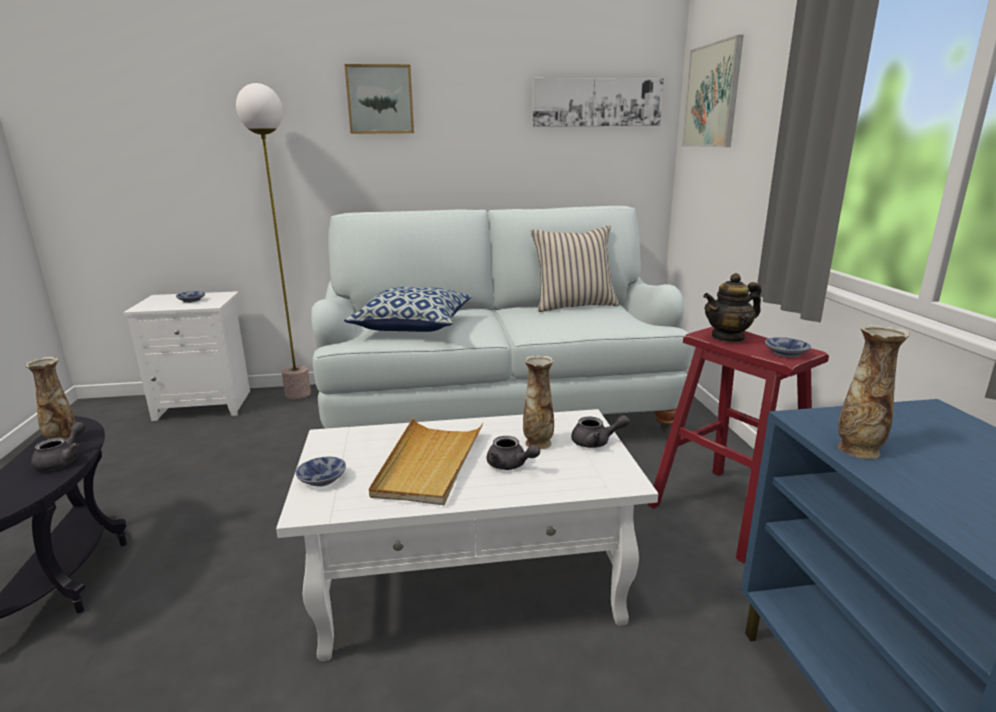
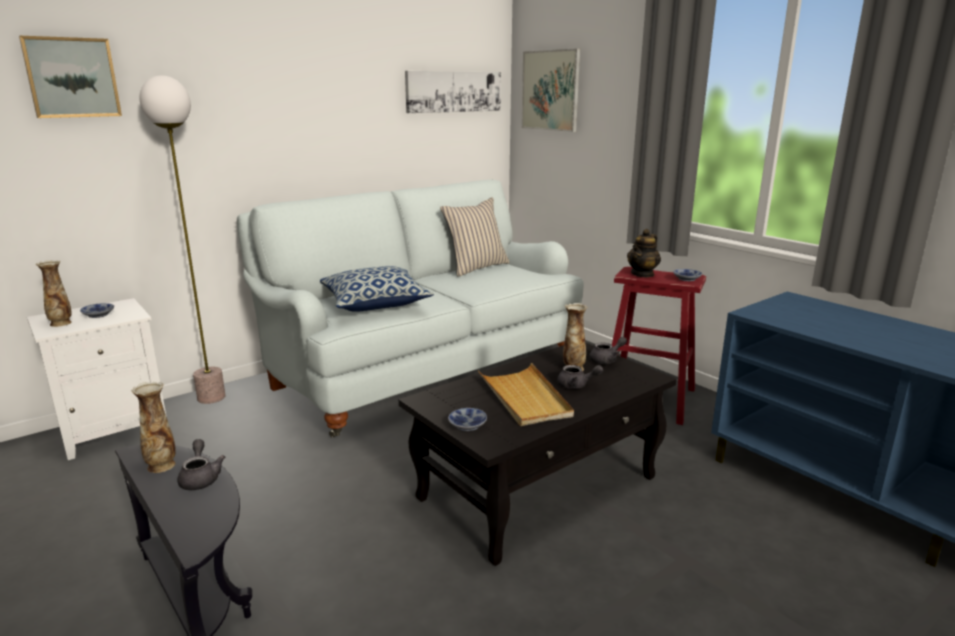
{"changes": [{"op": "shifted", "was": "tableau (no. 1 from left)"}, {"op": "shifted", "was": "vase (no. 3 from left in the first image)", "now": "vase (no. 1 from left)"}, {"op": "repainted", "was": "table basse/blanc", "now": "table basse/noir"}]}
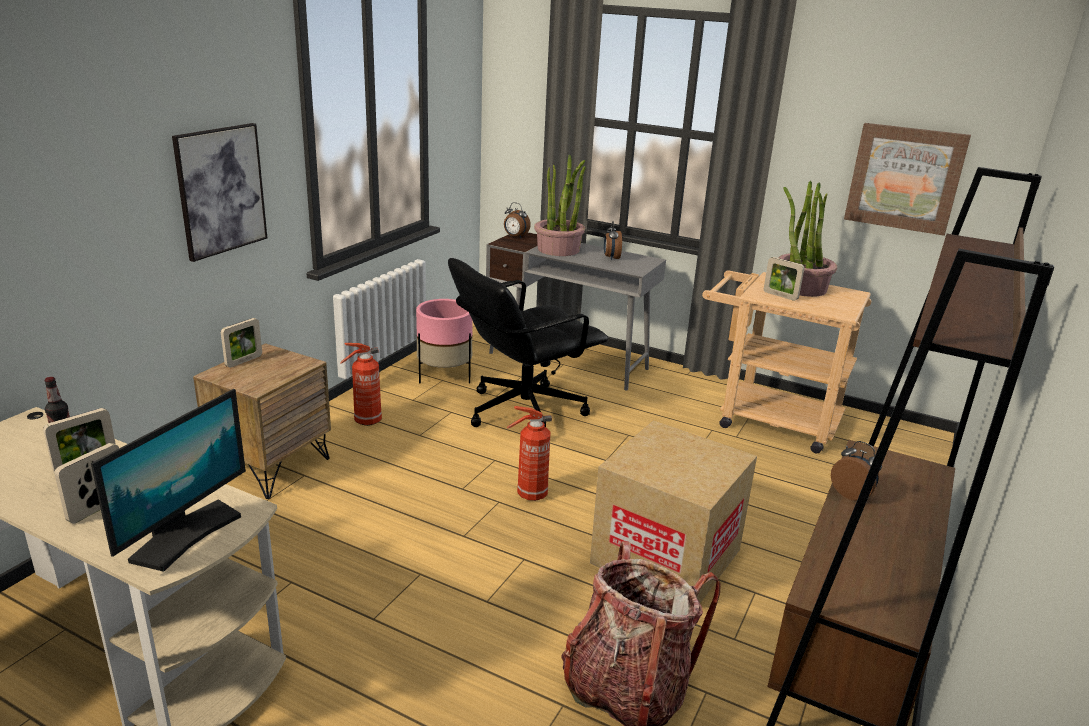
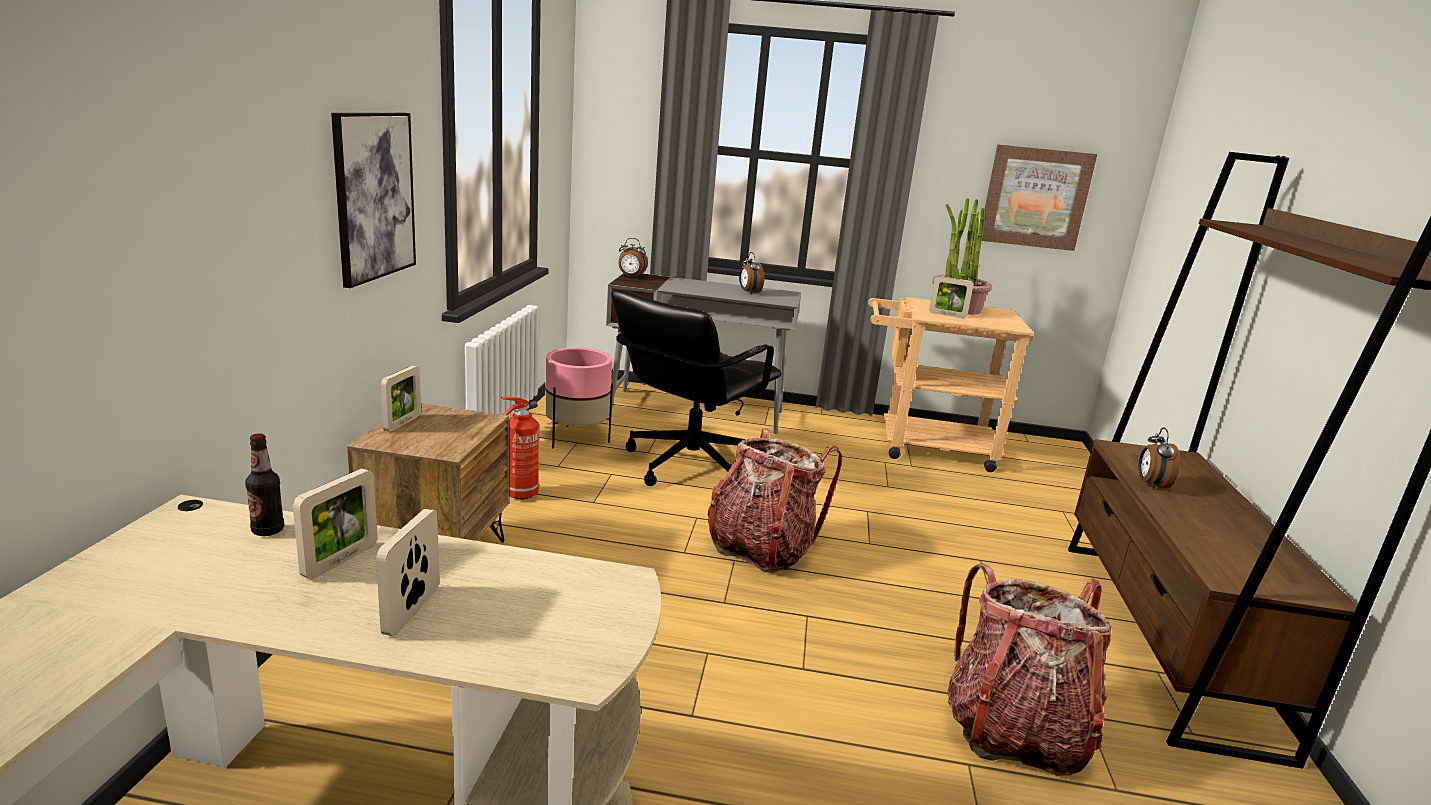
{"changes": [{"op": "swapped", "was": "extincteur (no. 2 from left)", "now": "sac à dos (no. 1 from left)"}, {"op": "rotated", "was": "réveil (no. 3 from left)", "clockwise": -105}, {"op": "gone", "was": "écran d'ordinateur"}, {"op": "gone", "was": "plante en pot (no. 1 from left)"}, {"op": "gone", "was": "carton"}]}
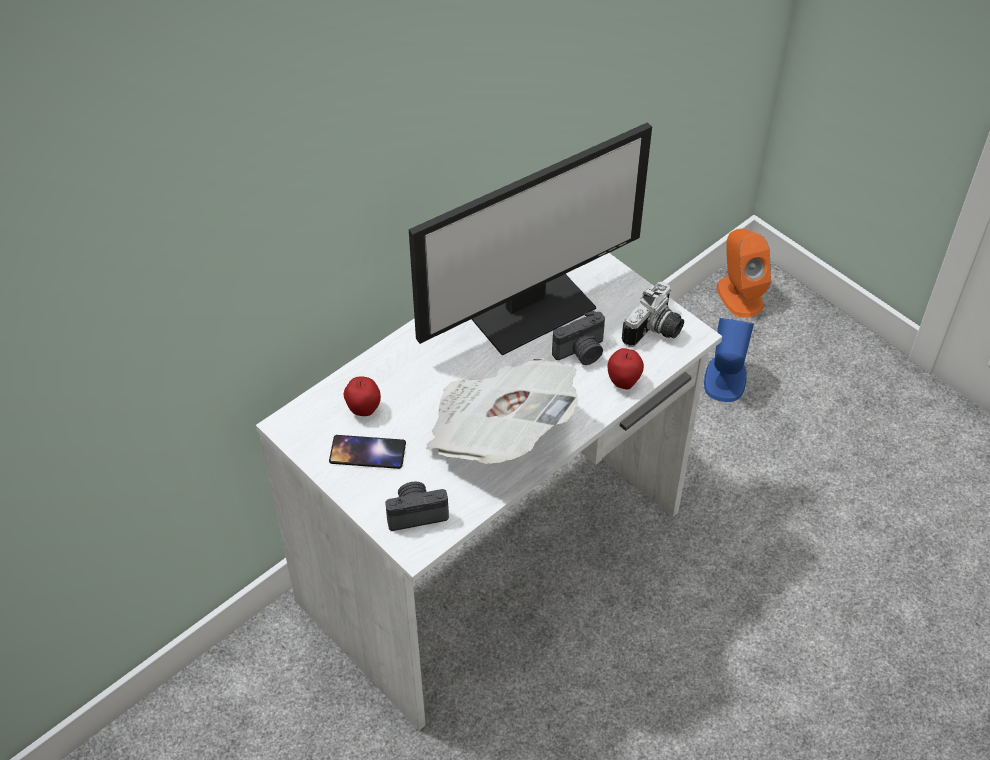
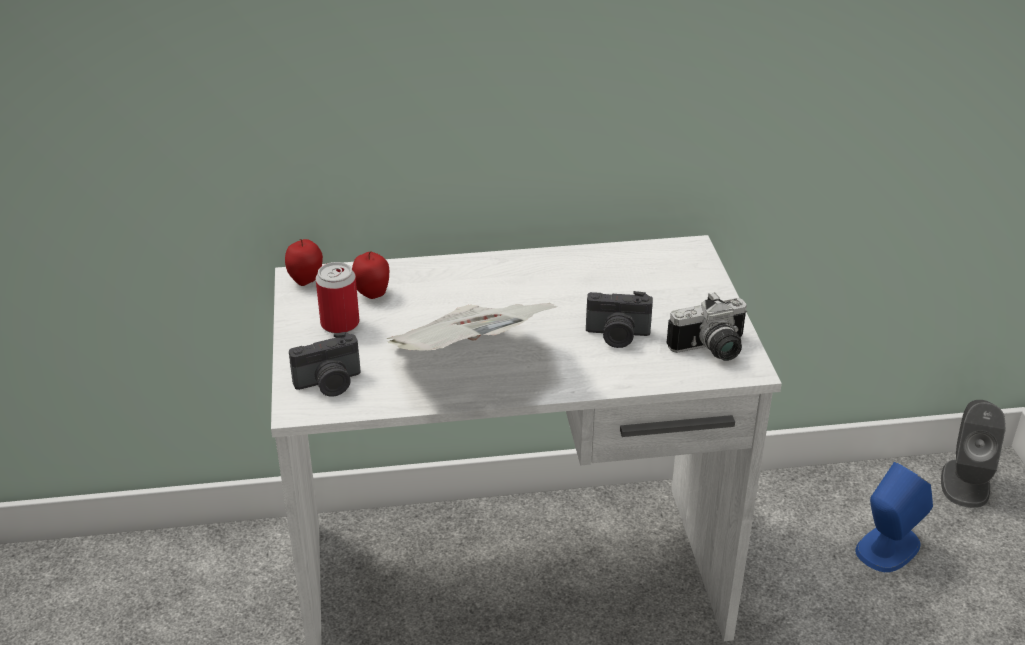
{"changes": [{"op": "shifted", "was": "pomme (no. 2 from left in the first image)", "now": "pomme (no. 1 from left)"}, {"op": "rotated", "was": "appareil photo (no. 1 from left)", "clockwise": 135}, {"op": "swapped", "was": "téléphone", "now": "boîte métallique"}, {"op": "repainted", "was": "enceinte/orange", "now": "enceinte/gris"}, {"op": "gone", "was": "écran d'ordinateur"}]}
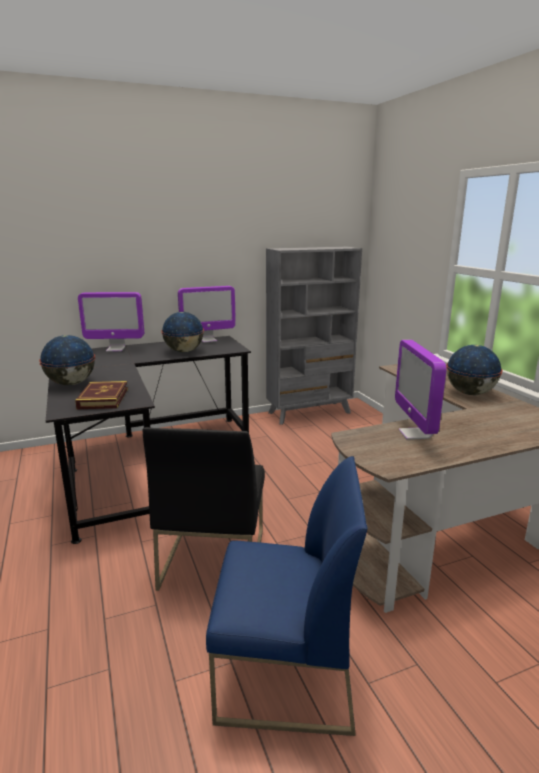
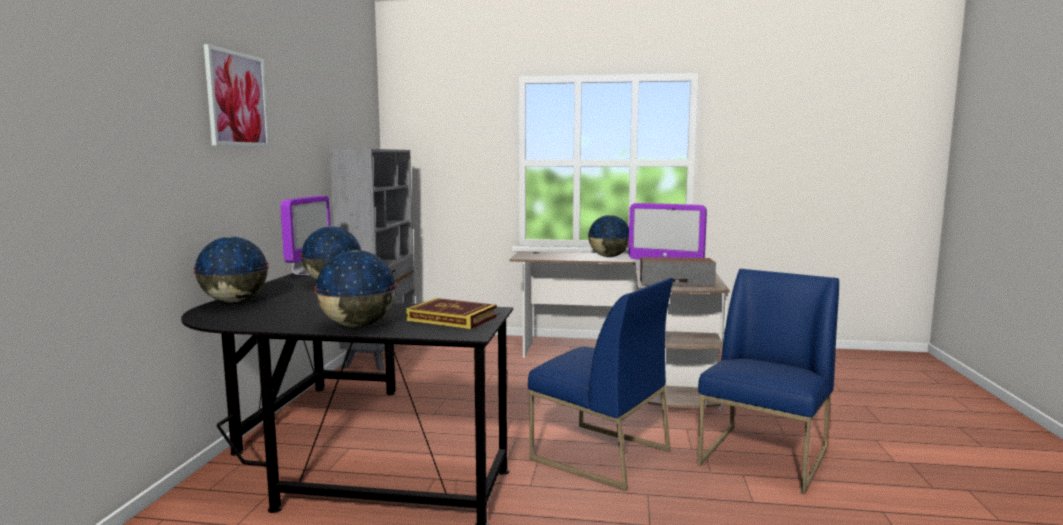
{"changes": [{"op": "swapped", "was": "écran d'ordinateur (no. 1 from left)", "now": "globe (no. 1 from left)"}, {"op": "new", "now": "tableau"}, {"op": "repainted", "was": "chaise/noir", "now": "chaise/bleu (no. 1 from left)"}, {"op": "new", "now": "enceinte"}]}
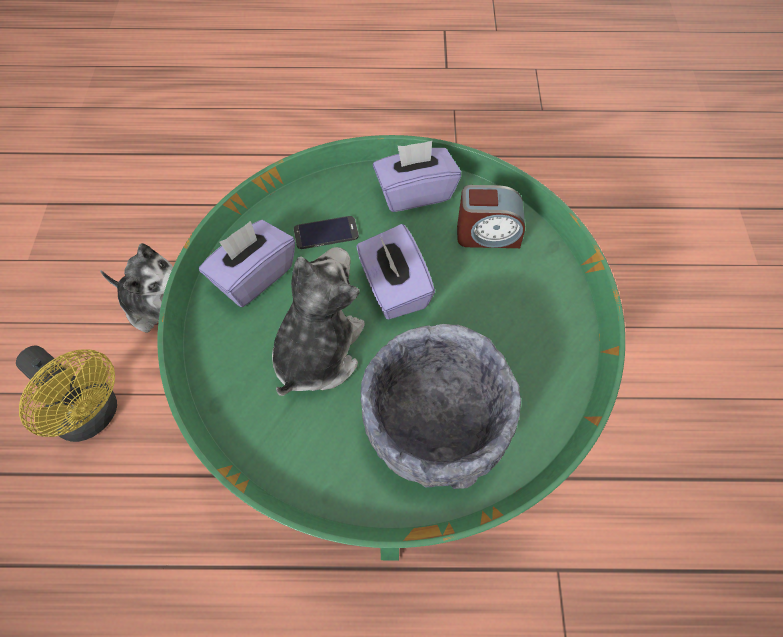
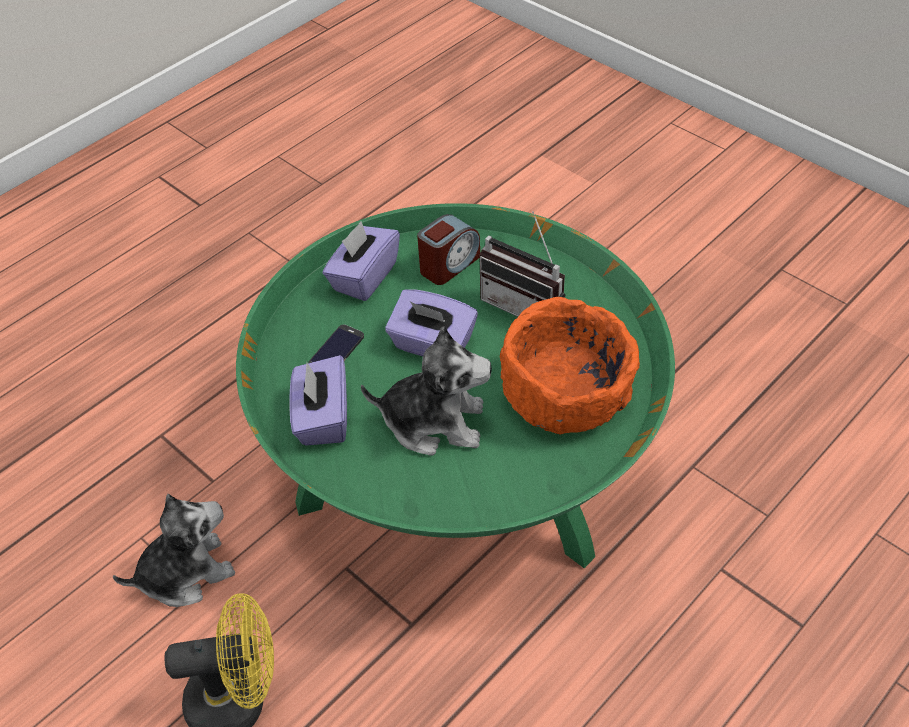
{"changes": [{"op": "rotated", "was": "peluche (no. 2 from left)", "clockwise": 120}, {"op": "new", "now": "radio"}, {"op": "repainted", "was": "bol/gris", "now": "bol/orange"}]}
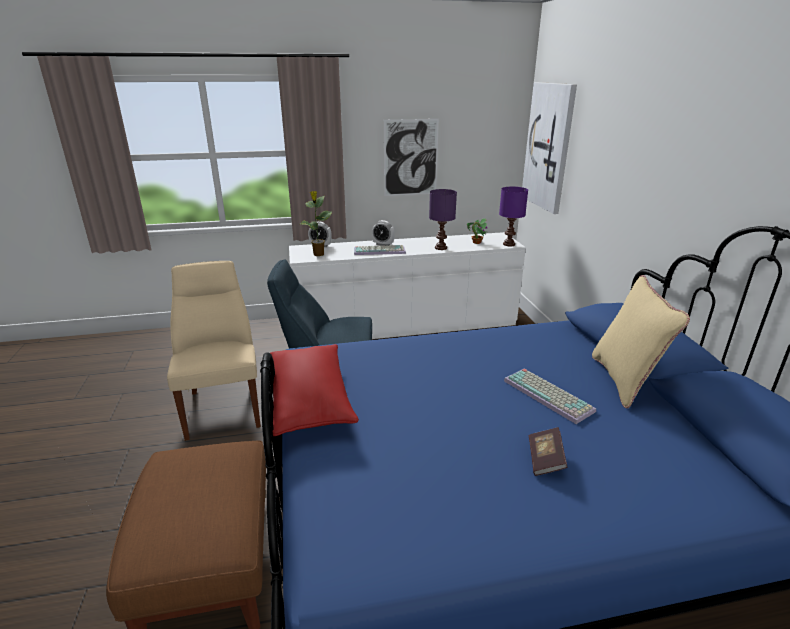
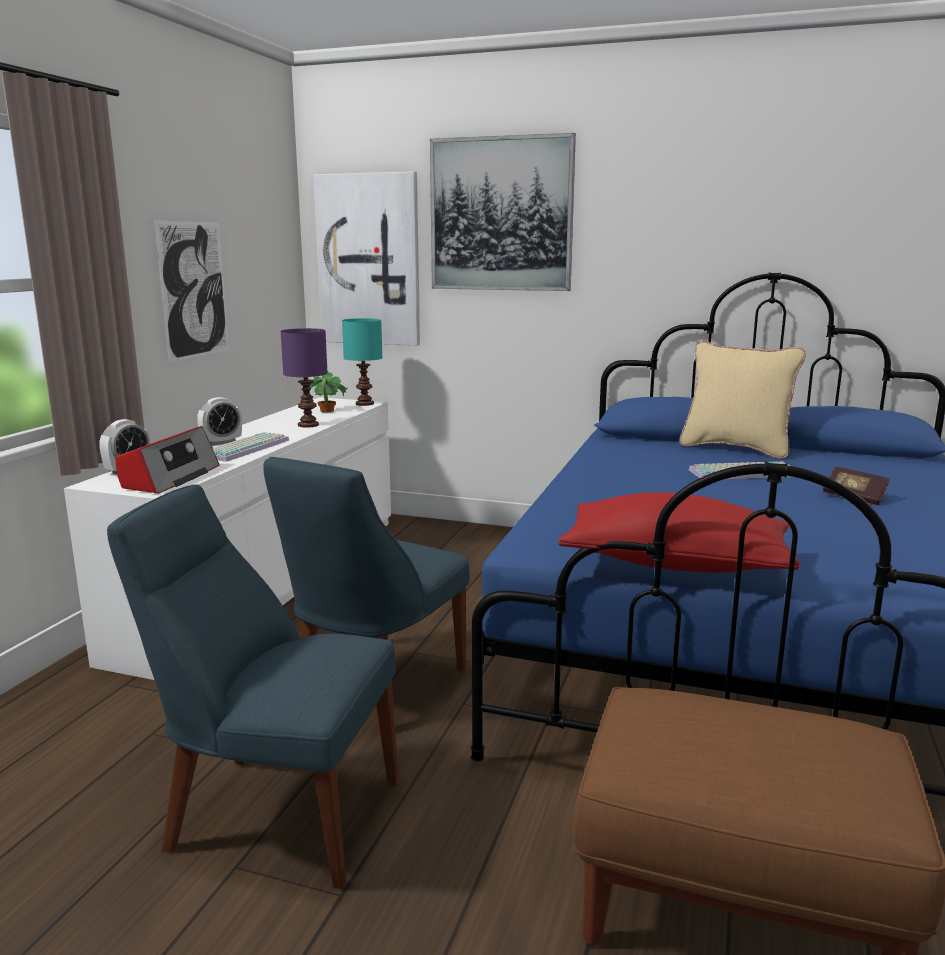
{"changes": [{"op": "repainted", "was": "chaise/beige", "now": "chaise/bleu (no. 1 from left)"}, {"op": "swapped", "was": "plante en pot (no. 1 from left)", "now": "radio"}, {"op": "repainted", "was": "lampe de table/violet (no. 2 from left)", "now": "lampe de table/turquoise"}, {"op": "new", "now": "tableau (no. 3 from left)"}]}
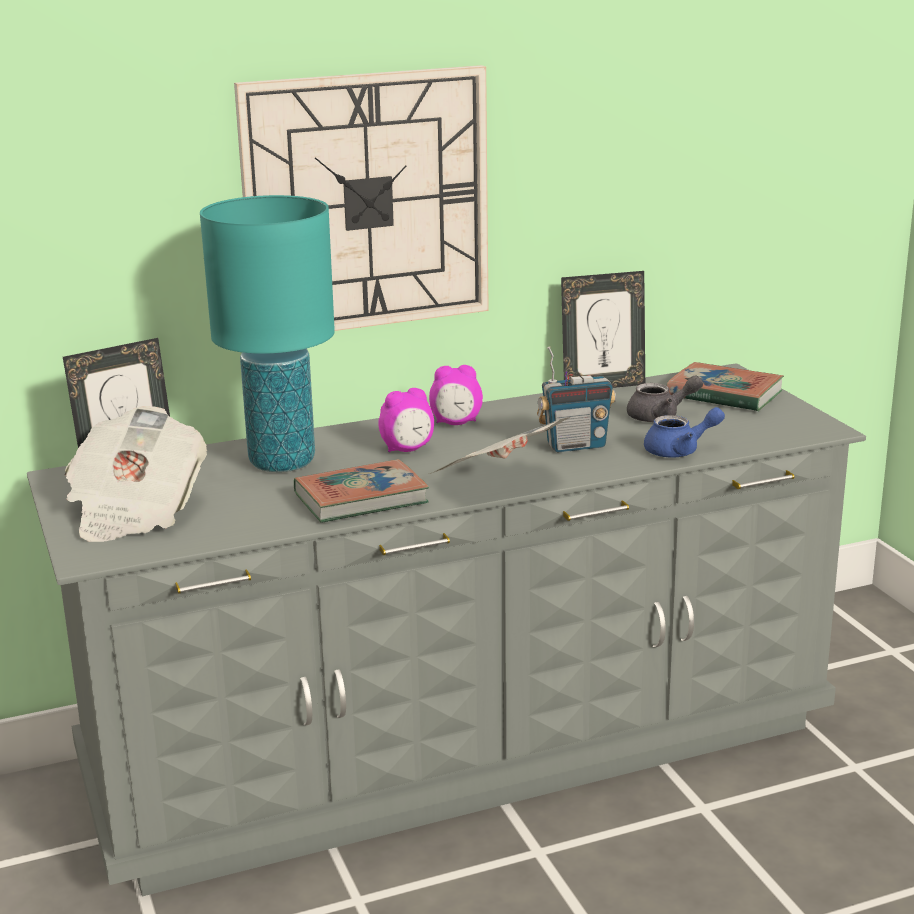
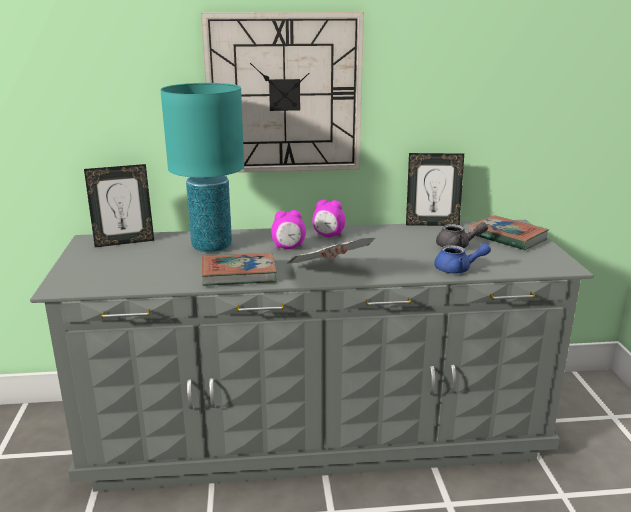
{"changes": [{"op": "gone", "was": "journal (no. 1 from left)"}, {"op": "gone", "was": "radio"}]}
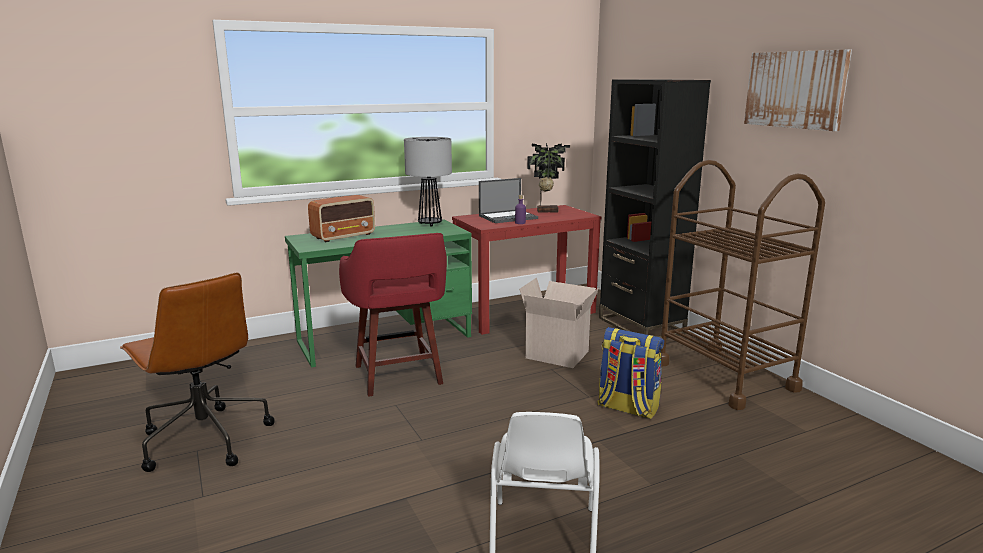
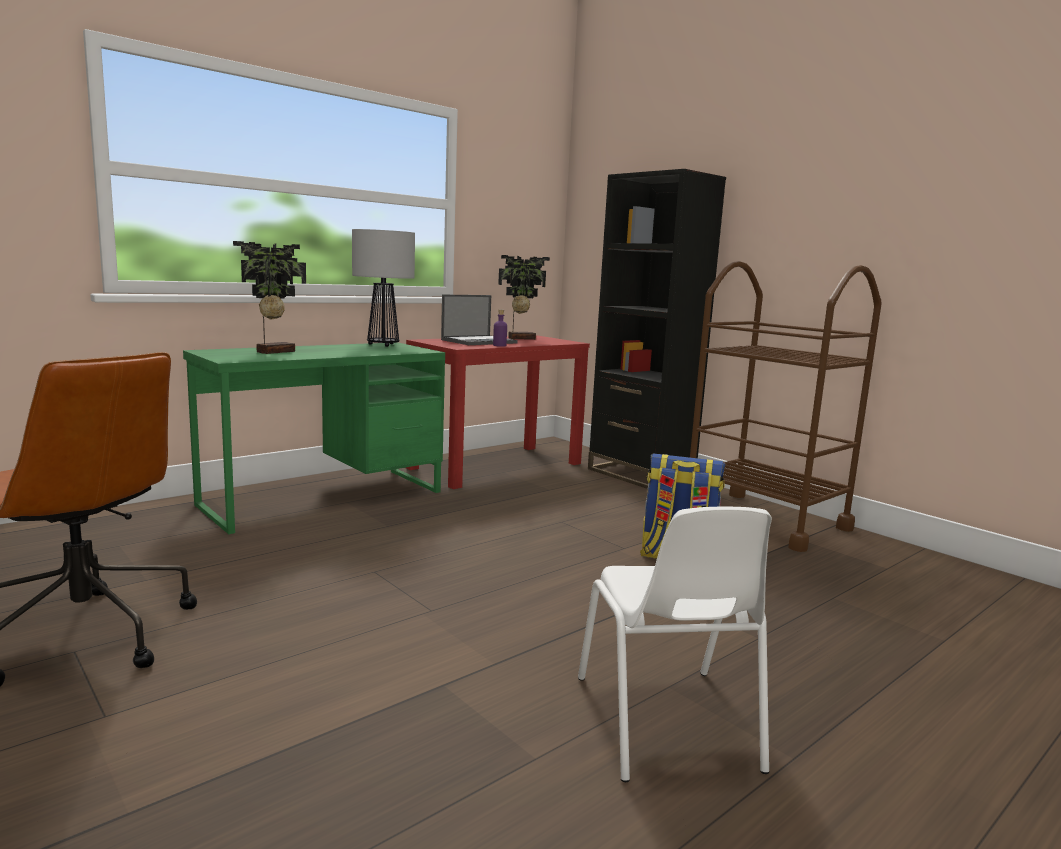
{"changes": [{"op": "swapped", "was": "radio", "now": "plante en pot (no. 1 from left)"}, {"op": "gone", "was": "tabouret/rouge"}, {"op": "gone", "was": "carton"}, {"op": "gone", "was": "tableau"}]}
